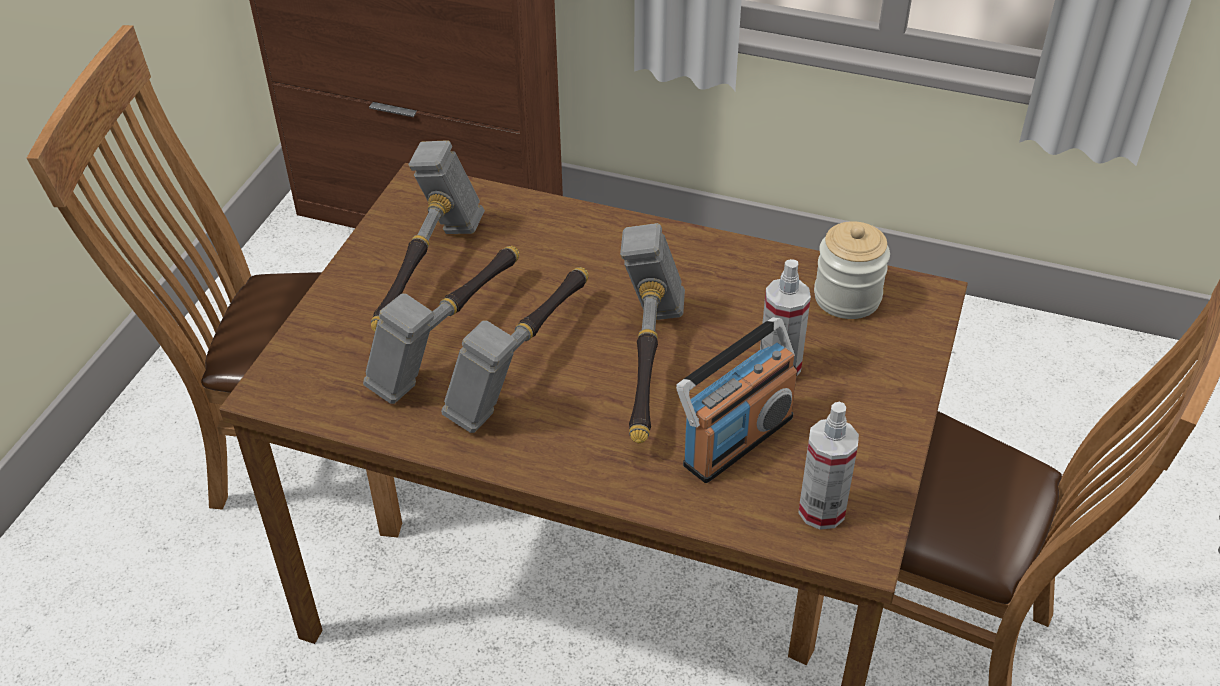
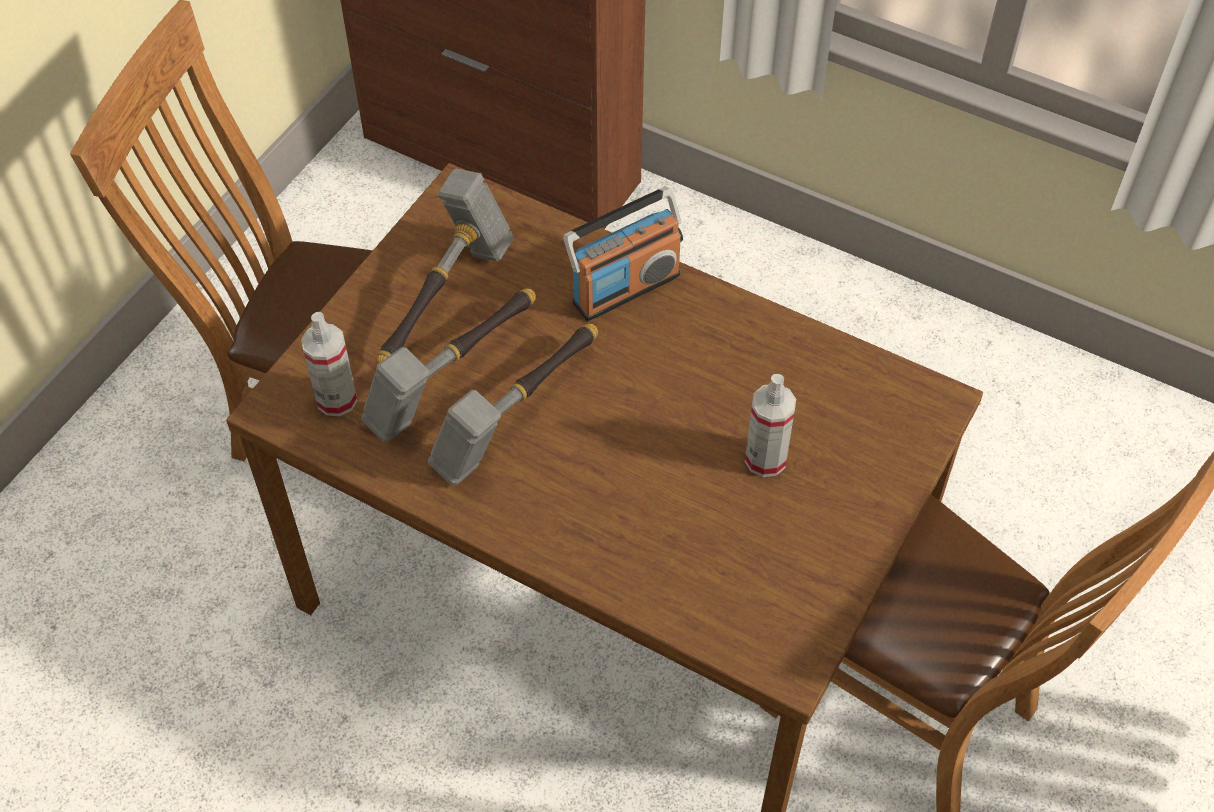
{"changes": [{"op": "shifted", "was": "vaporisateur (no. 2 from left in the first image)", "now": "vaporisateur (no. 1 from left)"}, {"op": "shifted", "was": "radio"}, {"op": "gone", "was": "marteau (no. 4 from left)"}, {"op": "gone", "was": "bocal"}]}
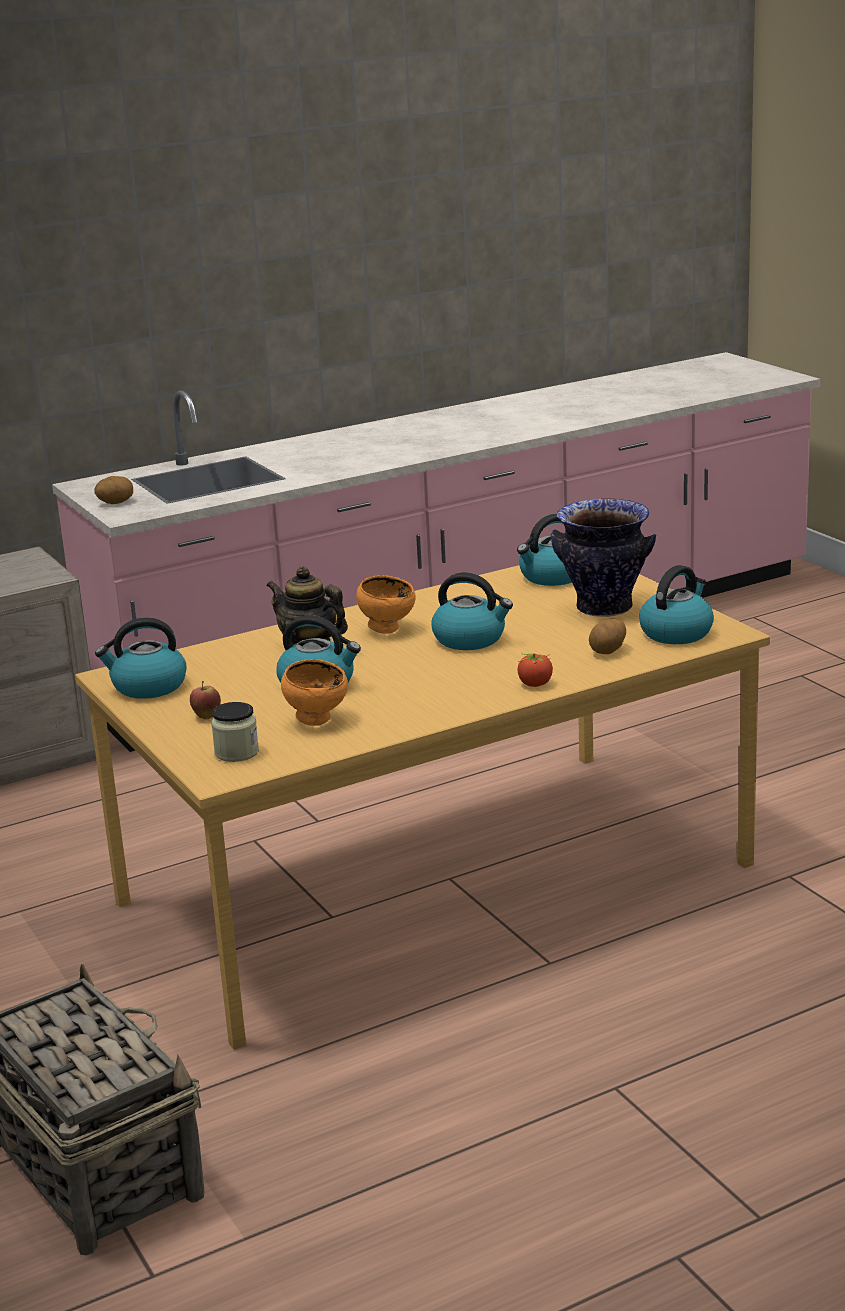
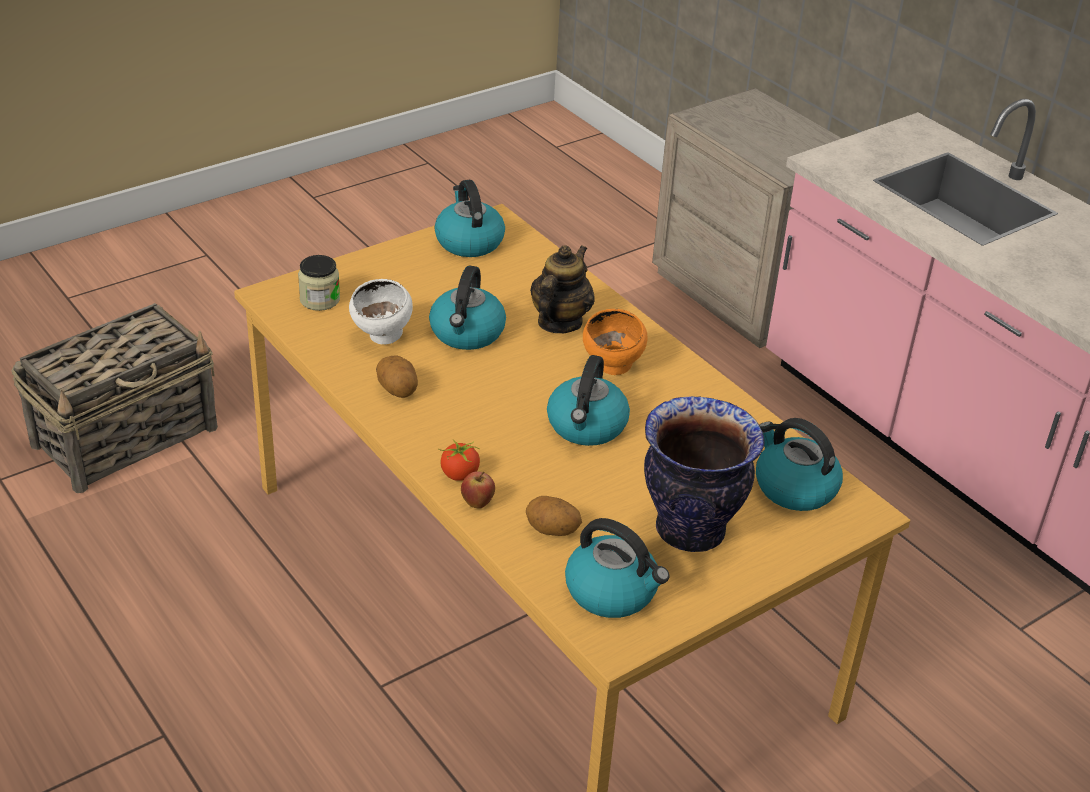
{"changes": [{"op": "repainted", "was": "bol/orange (no. 1 from left)", "now": "bol/blanc"}, {"op": "shifted", "was": "pomme de terre (no. 1 from left)"}, {"op": "shifted", "was": "pomme"}]}
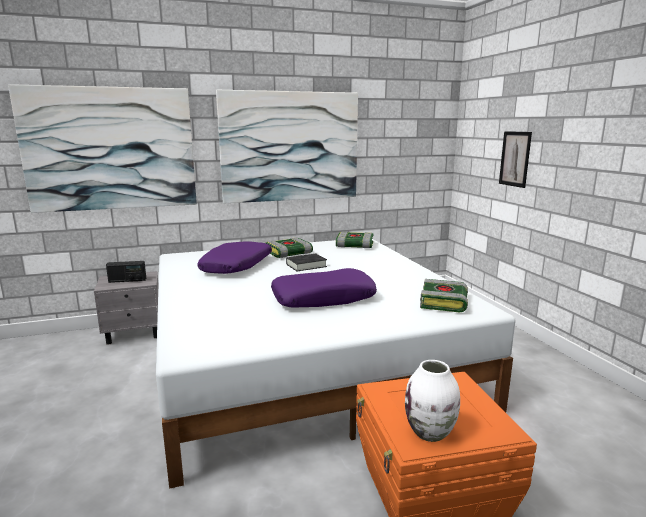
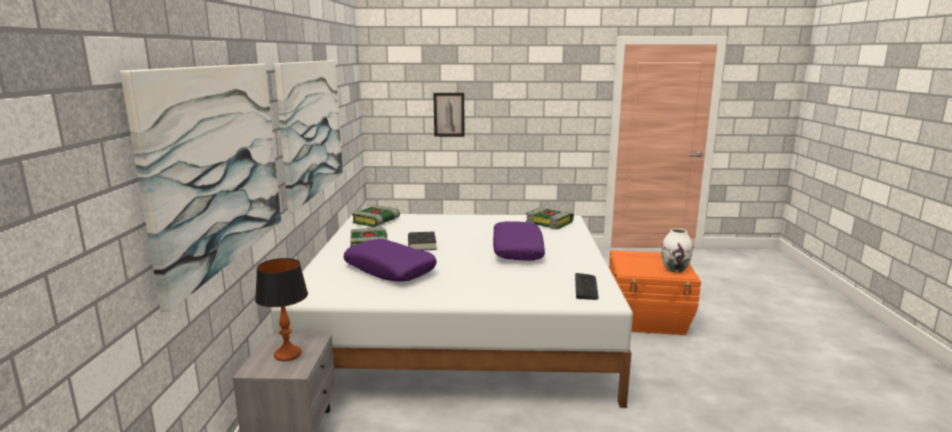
{"changes": [{"op": "swapped", "was": "radio", "now": "lampe de table"}, {"op": "new", "now": "clavier"}]}
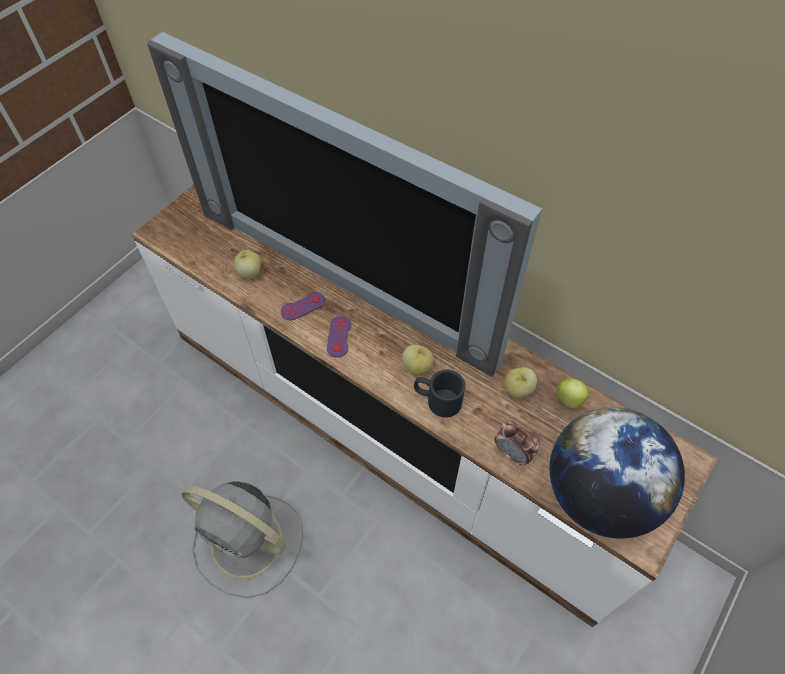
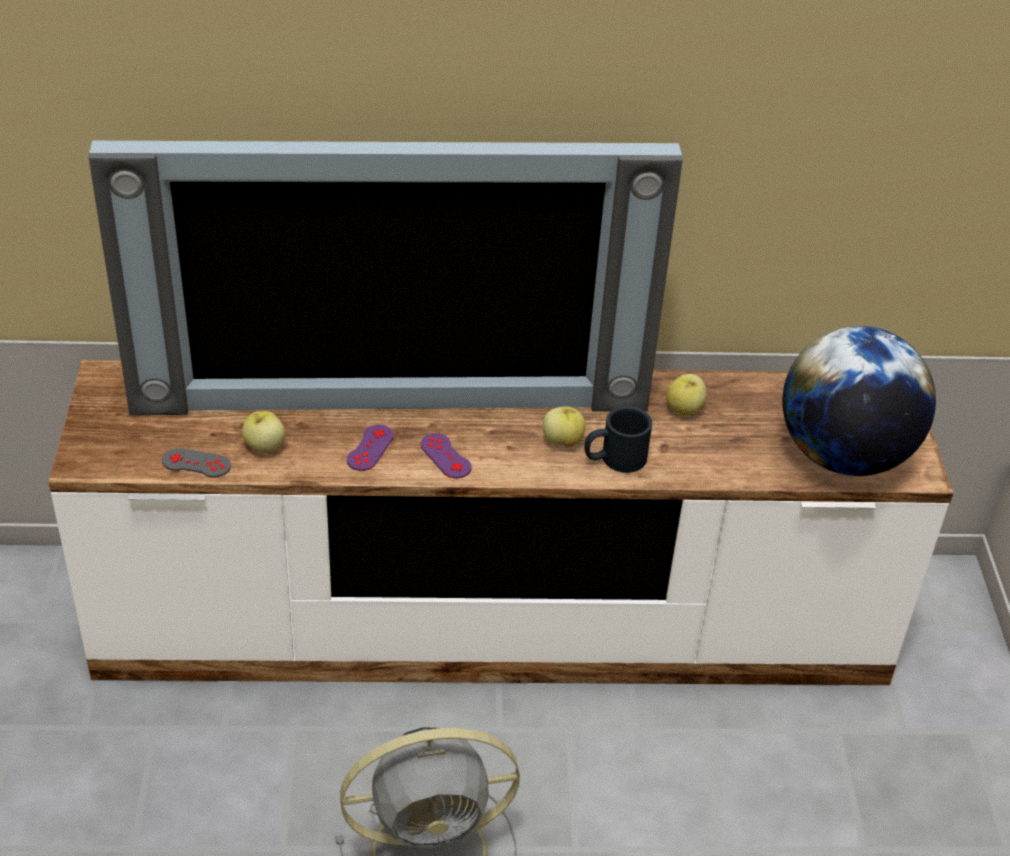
{"changes": [{"op": "new", "now": "manette/gris"}, {"op": "gone", "was": "réveil"}, {"op": "gone", "was": "pomme (no. 4 from left)"}]}
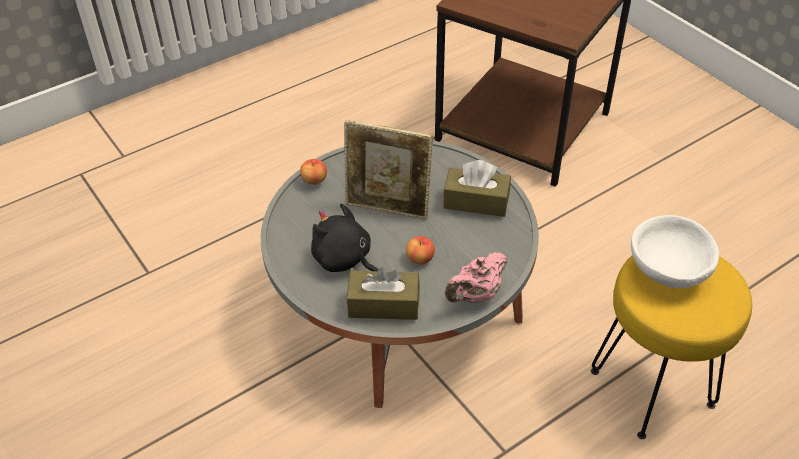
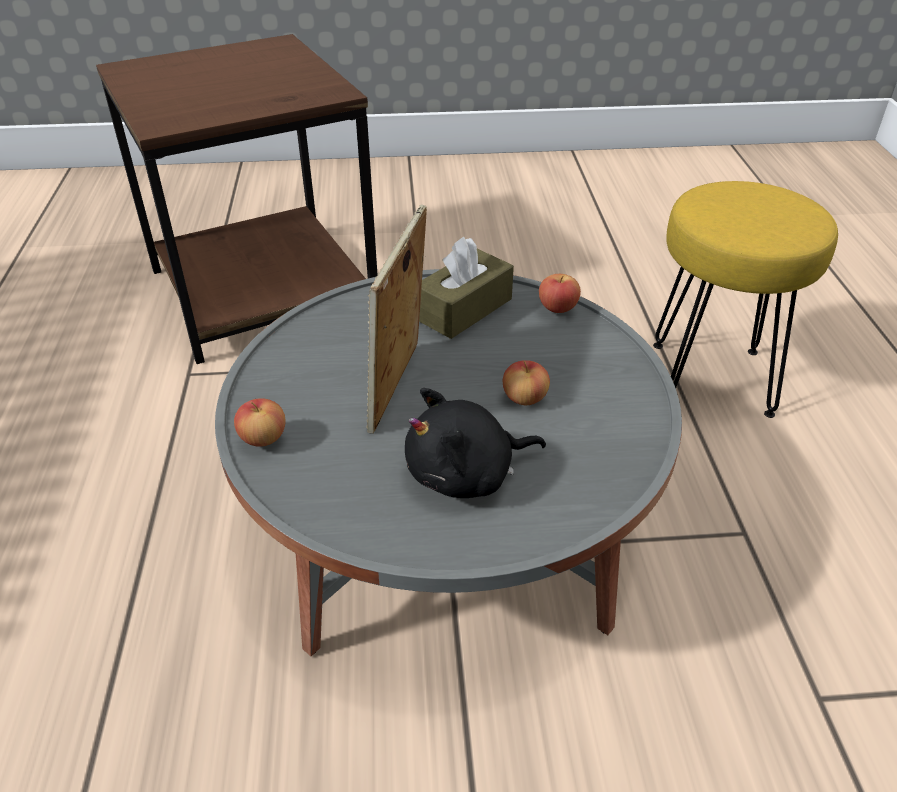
{"changes": [{"op": "rotated", "was": "cadre photo", "clockwise": 150}, {"op": "new", "now": "pomme (no. 3 from left)"}, {"op": "gone", "was": "boîte à mouchoirs/marron (no. 1 from left)"}, {"op": "gone", "was": "théière/rose"}, {"op": "gone", "was": "bol/blanc"}]}
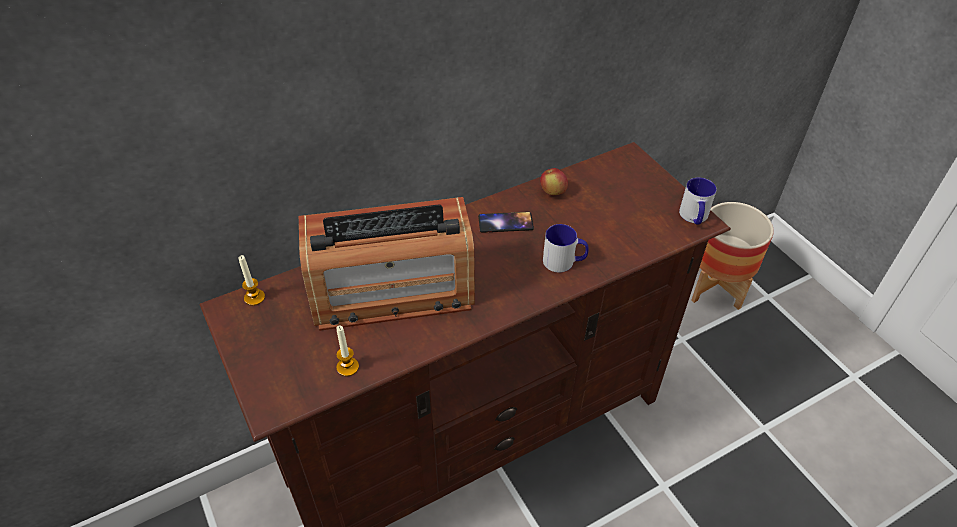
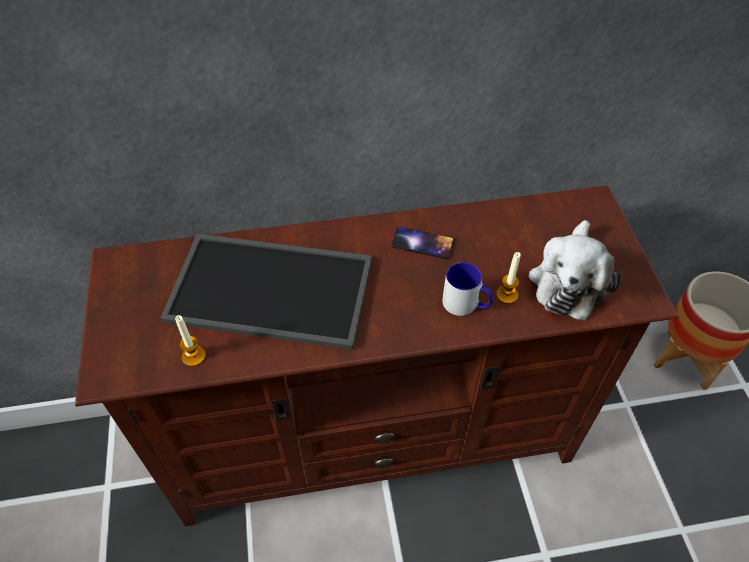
{"changes": [{"op": "swapped", "was": "radio", "now": "plateau"}, {"op": "shifted", "was": "bougie (no. 1 from left in the first image)", "now": "bougie (no. 2 from left)"}, {"op": "new", "now": "peluche"}, {"op": "gone", "was": "pomme"}, {"op": "gone", "was": "mug (no. 2 from left)"}]}
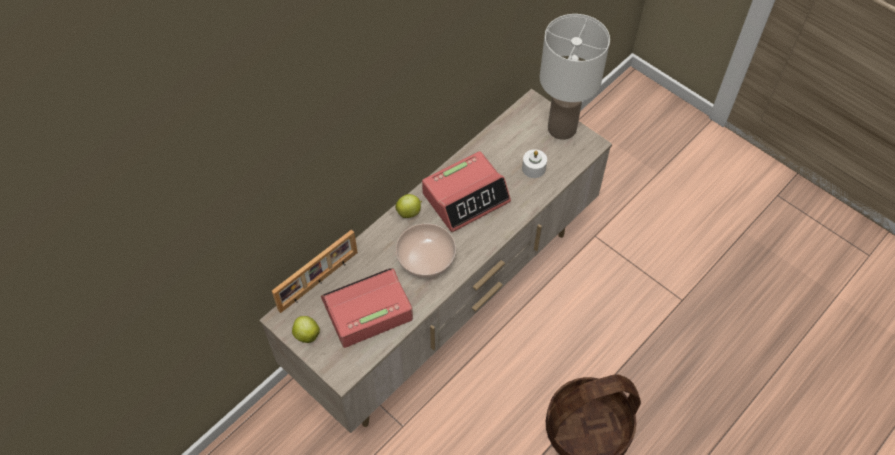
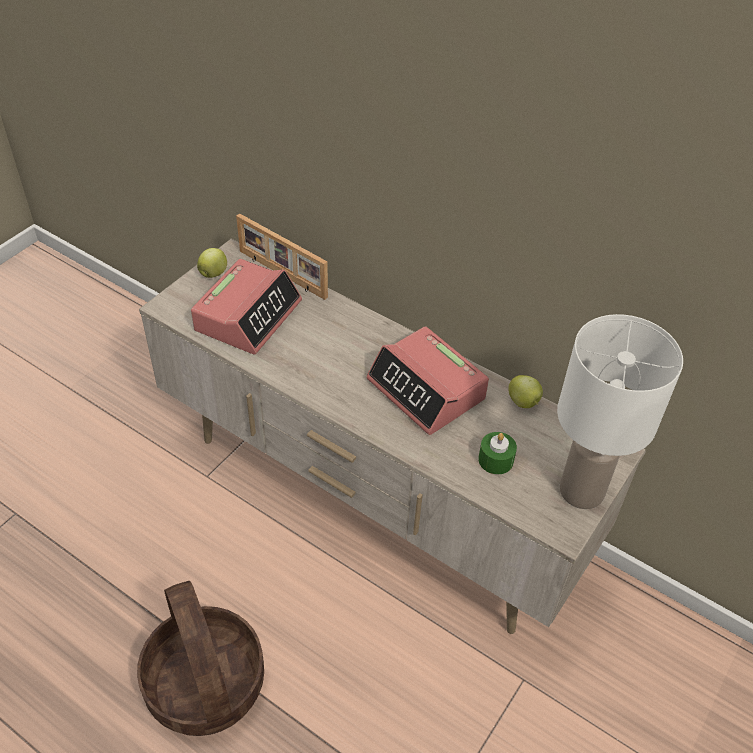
{"changes": [{"op": "rotated", "was": "réveil (no. 1 from left)", "clockwise": 60}, {"op": "repainted", "was": "bougie/blanc", "now": "bougie/vert"}, {"op": "shifted", "was": "pomme (no. 2 from left)"}, {"op": "gone", "was": "bol"}]}
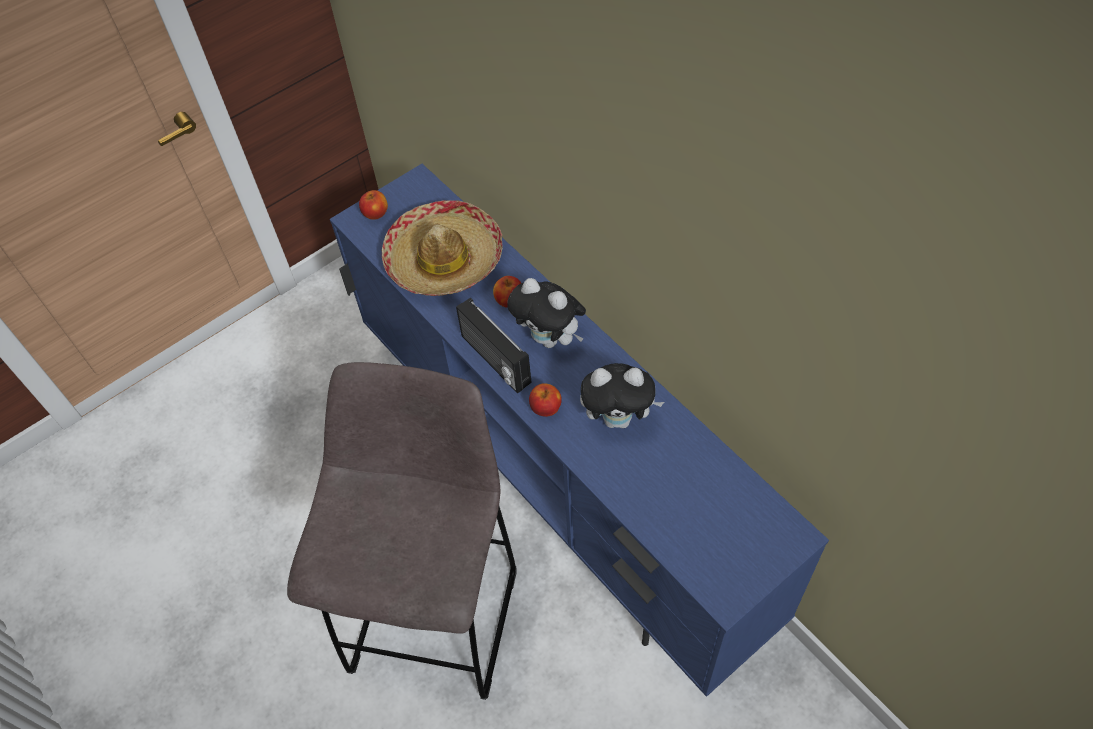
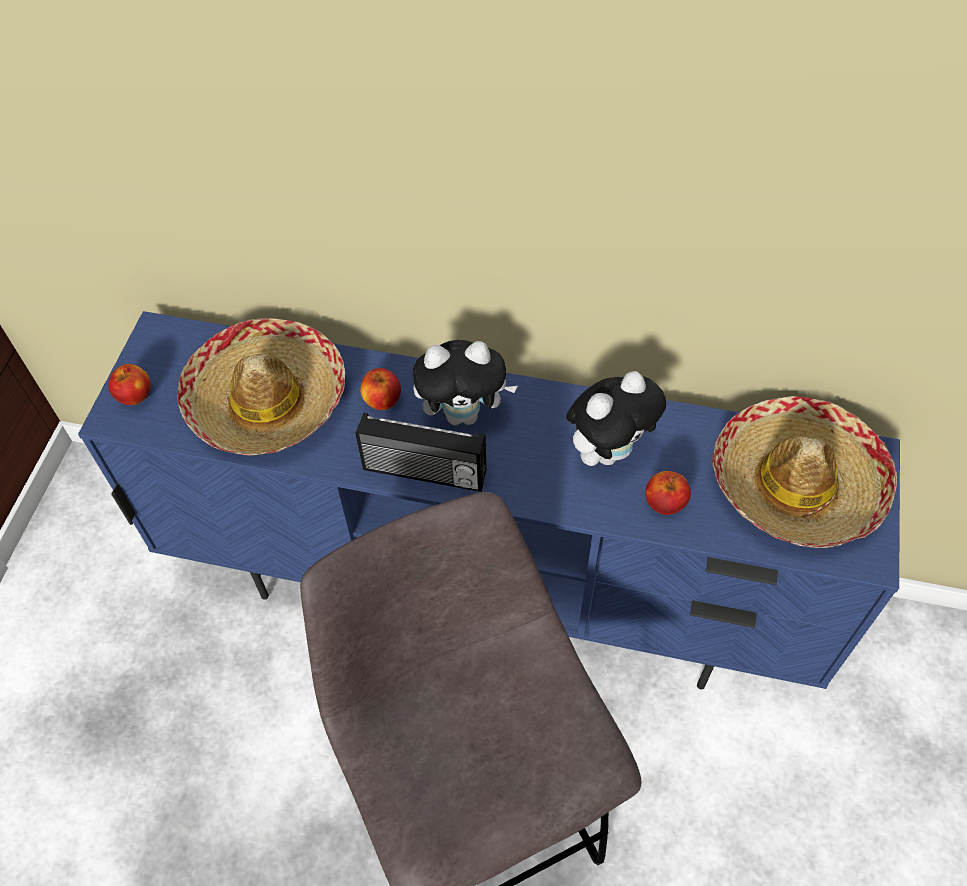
{"changes": [{"op": "shifted", "was": "pomme (no. 3 from left)"}, {"op": "new", "now": "chapeau (no. 2 from left)"}]}
